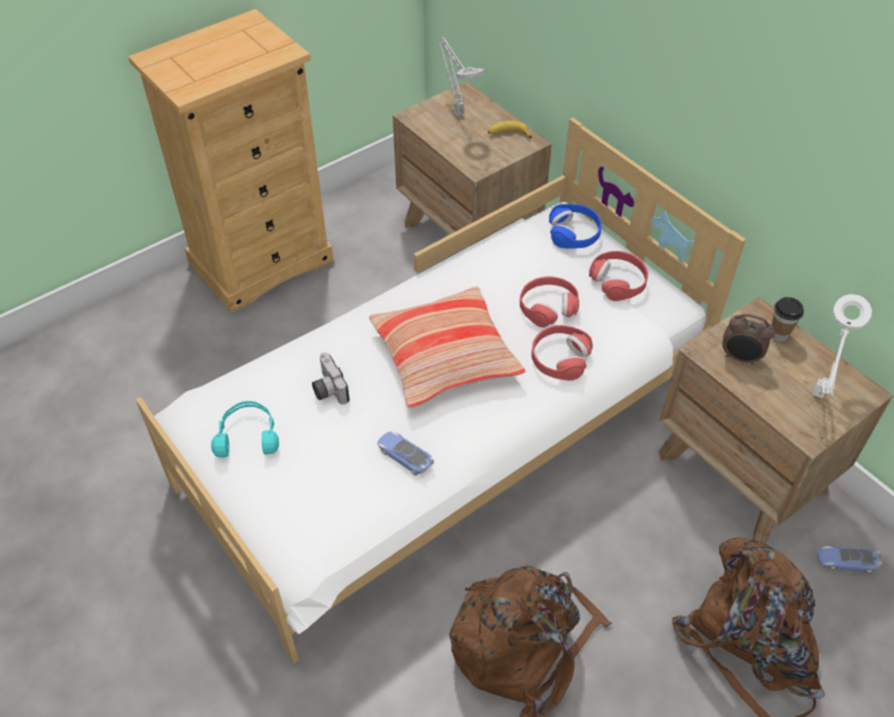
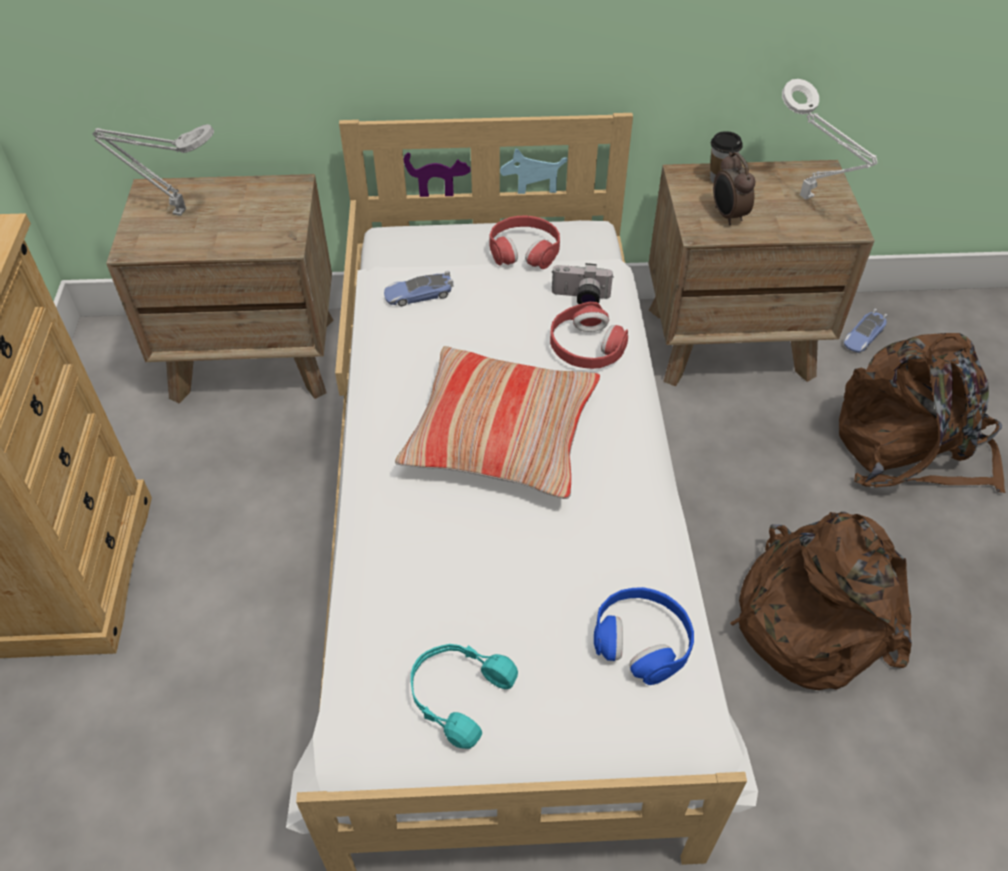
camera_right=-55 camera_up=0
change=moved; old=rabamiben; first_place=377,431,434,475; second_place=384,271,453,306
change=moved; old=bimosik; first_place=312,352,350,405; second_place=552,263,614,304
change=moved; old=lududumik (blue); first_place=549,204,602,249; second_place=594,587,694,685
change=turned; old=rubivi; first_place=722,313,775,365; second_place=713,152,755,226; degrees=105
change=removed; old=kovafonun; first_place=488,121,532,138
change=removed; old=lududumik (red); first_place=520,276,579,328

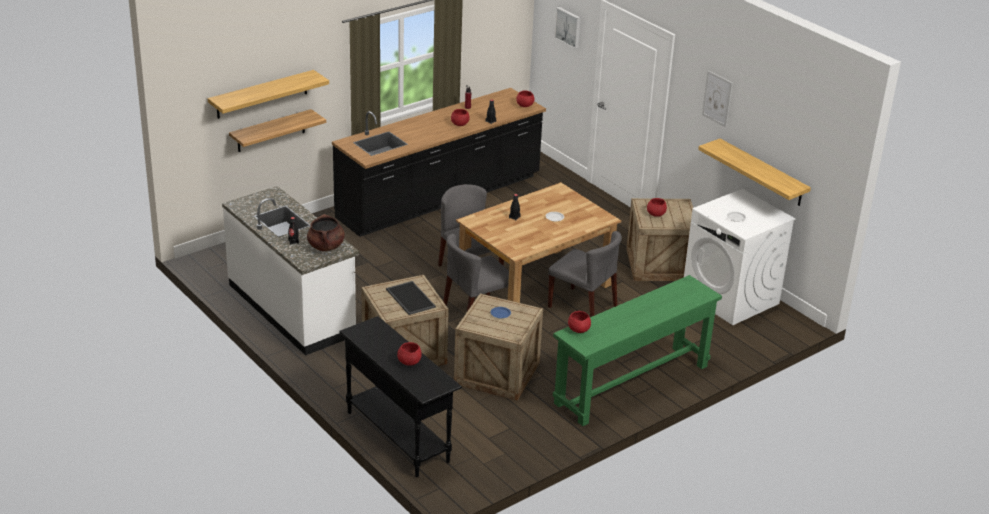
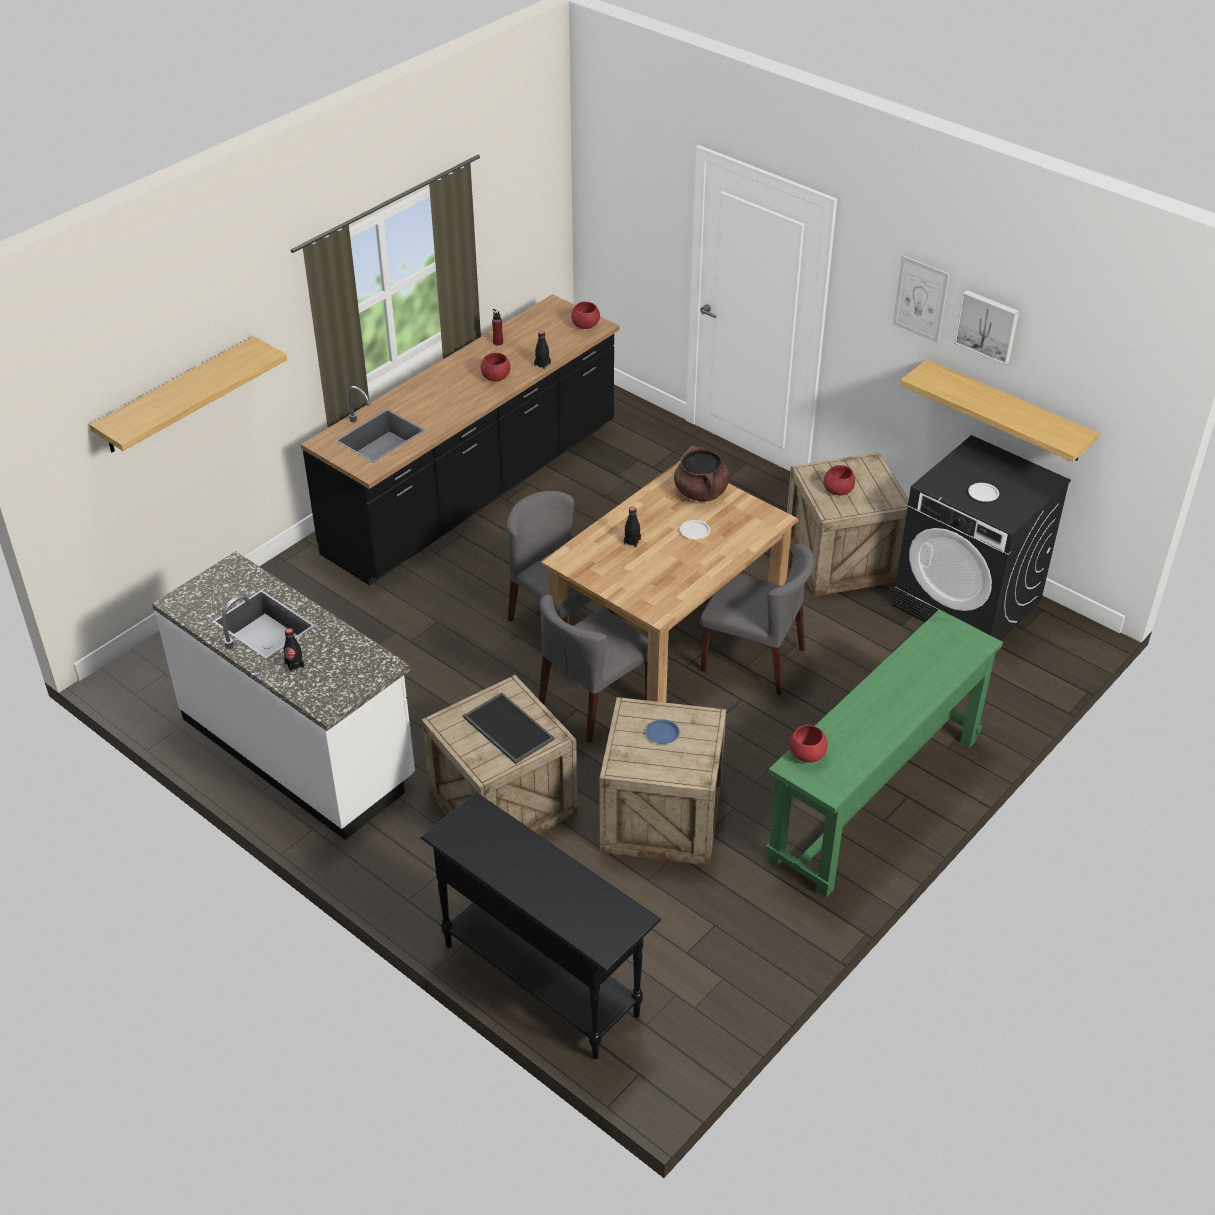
camera_right=-10 camera_up=10
change=moved; old=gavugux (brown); first_place=307,214,345,251; second_place=674,445,729,502
change=recoloured; old=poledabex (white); new=poledabex (black); first_place=684,189,796,325; second_place=892,435,1071,641
change=moved; old=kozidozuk; first_place=554,7,581,49; second_place=954,290,1019,365
change=removed; old=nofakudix; first_place=229,109,326,152
change=removed; old=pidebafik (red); first_place=397,342,422,366

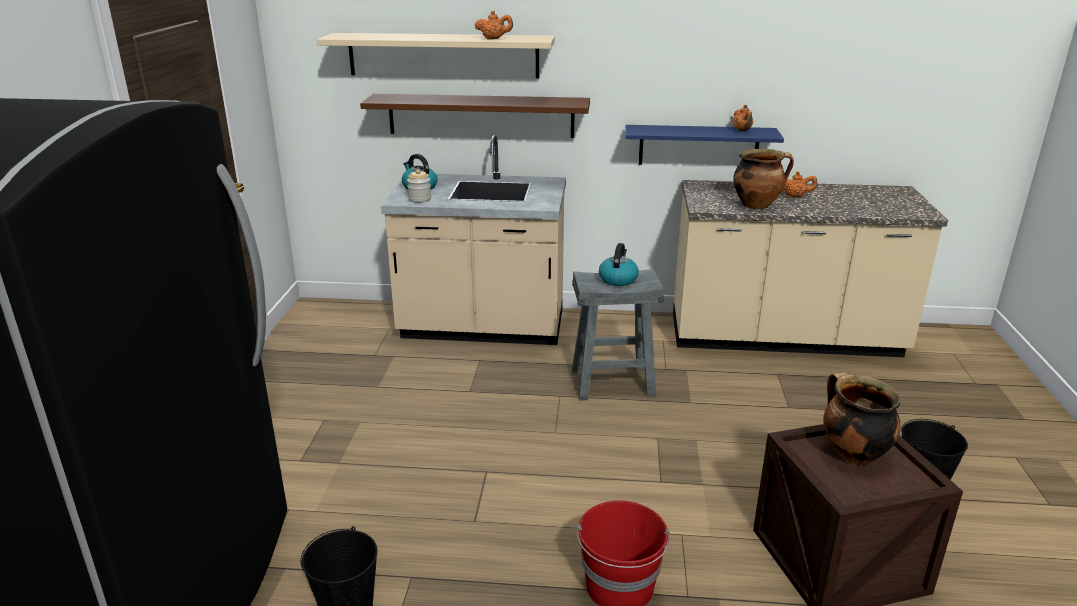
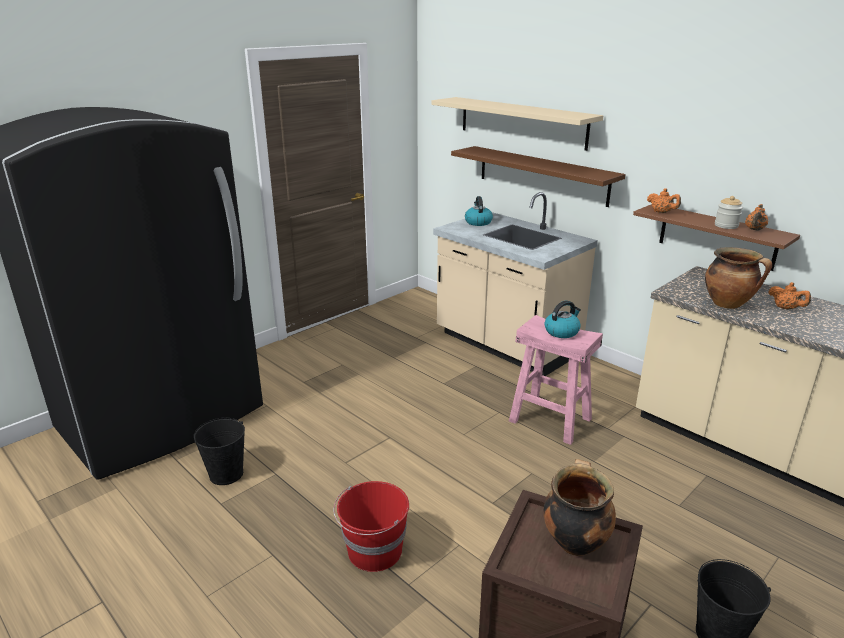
camera_right=40 camera_up=0
change=recoloured; old=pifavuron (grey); new=pifavuron (pink); first_place=572,269,664,401; second_place=509,315,603,445
change=recoloured; old=nofakudix (blue); new=nofakudix (brown); first_place=625,125,784,165; second_place=633,204,800,271
change=moved; old=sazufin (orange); first_place=475,11,513,40; second_place=647,189,681,213
change=moved; old=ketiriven; first_place=407,169,431,203; second_place=715,196,743,229

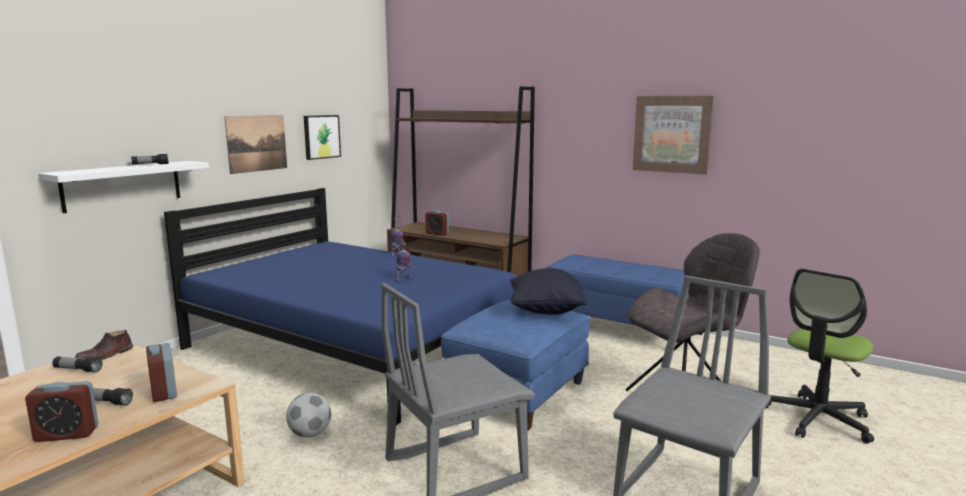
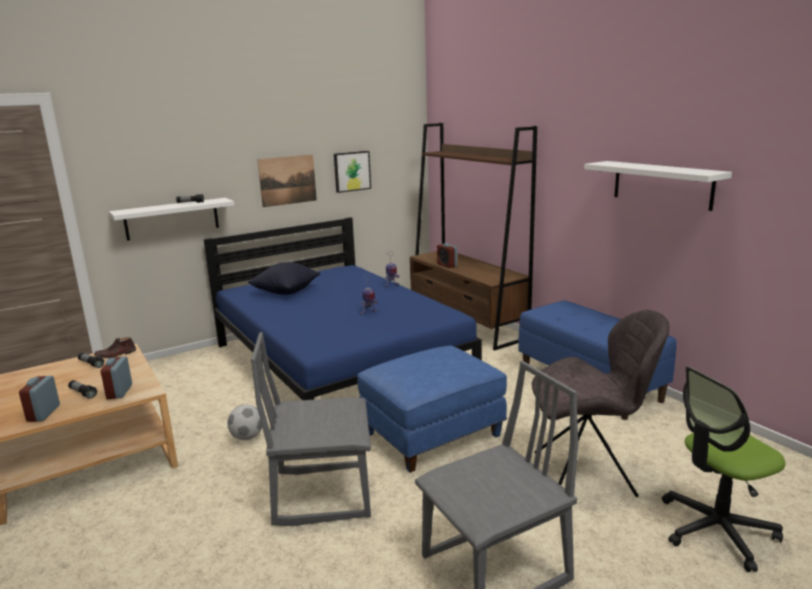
camera_right=25 camera_up=5
change=turned; old=rubivi; first_place=25,381,98,442; second_place=19,376,60,422; degrees=75
change=moved; old=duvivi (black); first_place=510,268,587,315; second_place=248,262,320,295
change=replaced; old=kozidozuk; new=nofakudix (white); first_place=633,96,715,174; second_place=584,161,732,211

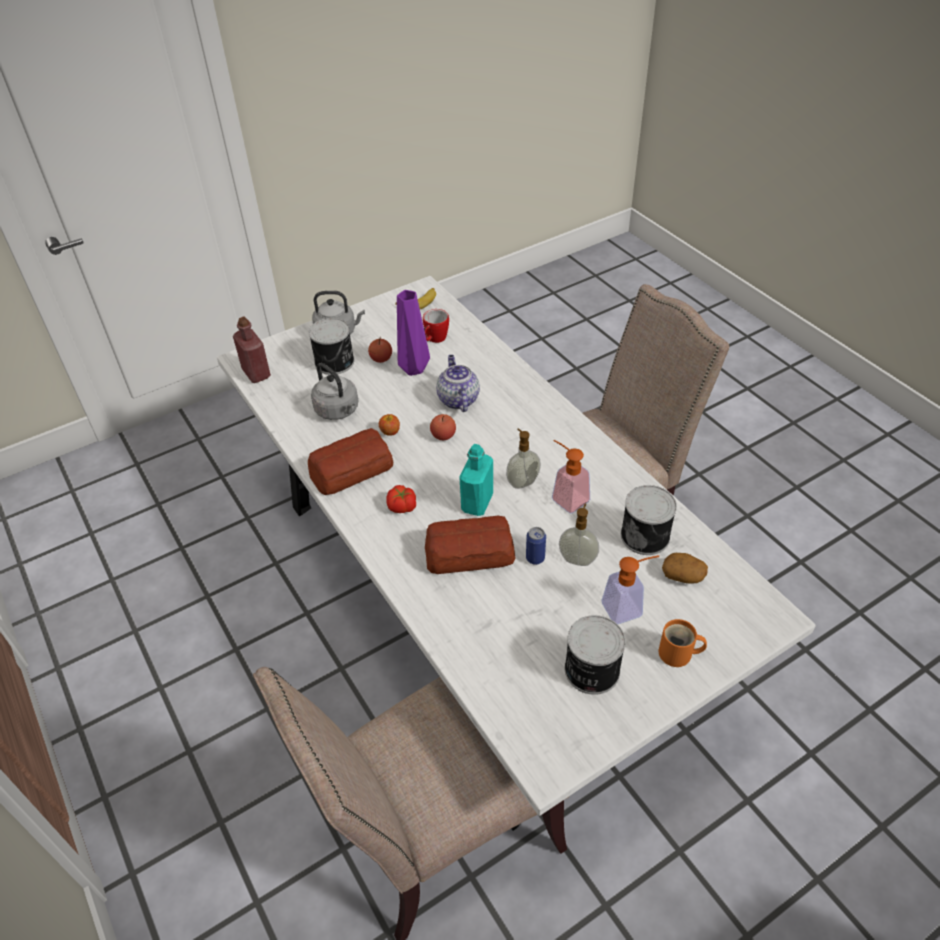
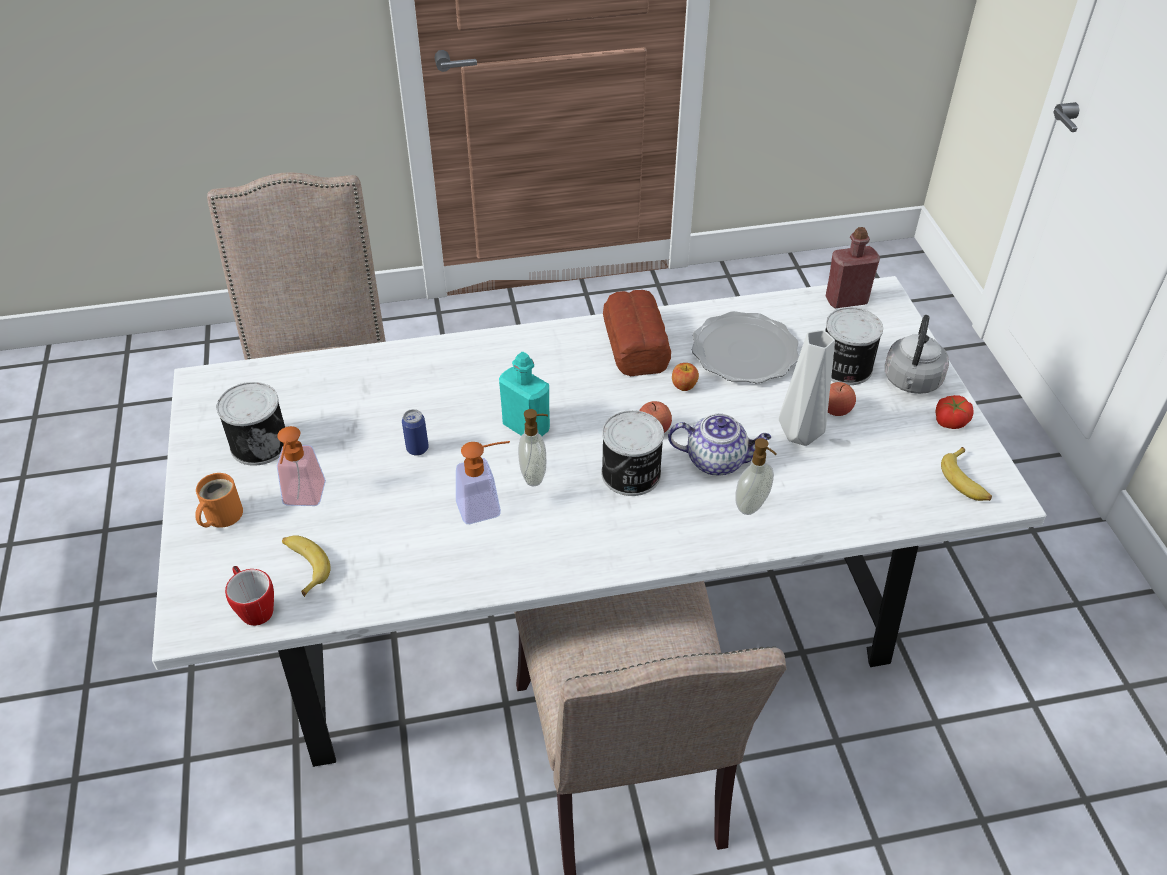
camera_right=110 camera_up=0
change=moved; old=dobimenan; first_place=423,309,449,343; second_place=225,566,274,626
change=replaced; old=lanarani; new=kovafonun; first_place=662,553,708,584; second_place=282,535,331,597
change=moved; old=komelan; first_place=621,485,677,555; second_place=602,410,664,496
change=replaced; old=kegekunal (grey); new=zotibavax; first_place=311,363,358,420; second_place=692,311,799,383
change=moved; old=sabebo; first_place=559,504,599,566; second_place=735,438,777,515
change=recoloured; old=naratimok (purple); new=naratimok (grey); first_place=397,290,430,376; second_place=779,330,835,446
change=moved; old=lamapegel; first_place=386,485,416,513; second_place=935,395,974,429
change=removed; old=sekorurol; first_place=425,516,516,574

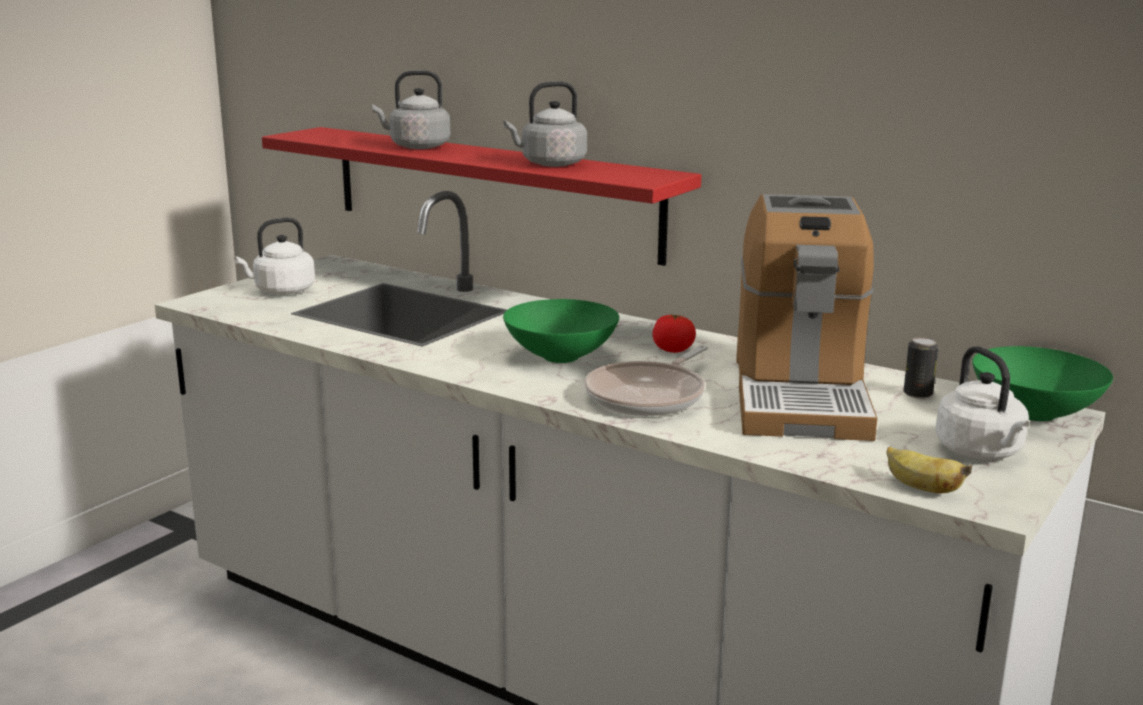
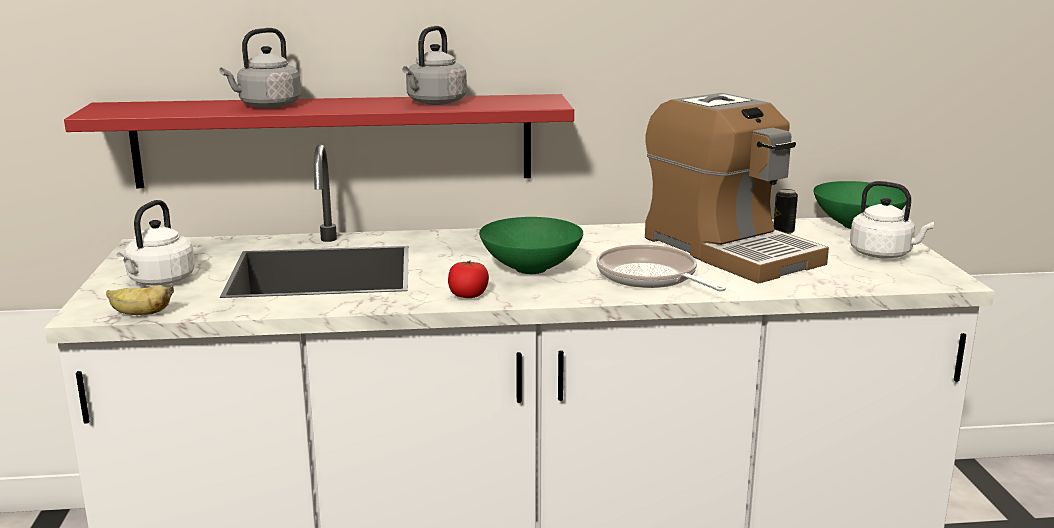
camera_right=-40 camera_up=0
change=moved; old=kovafonun; first_place=886,447,972,493; second_place=106,286,174,315
change=moved; old=lamapegel; first_place=652,314,696,353; second_place=448,260,489,298
change=turned; old=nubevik; first_place=584,345,708,416; second_place=596,245,726,291; degrees=150

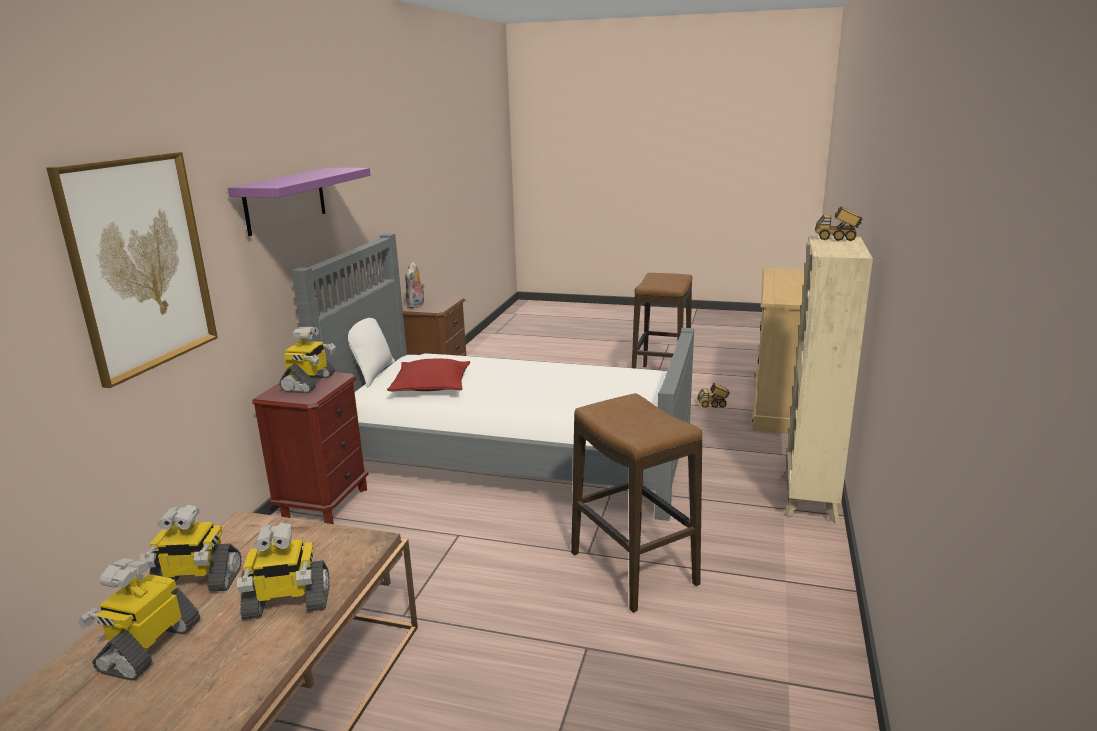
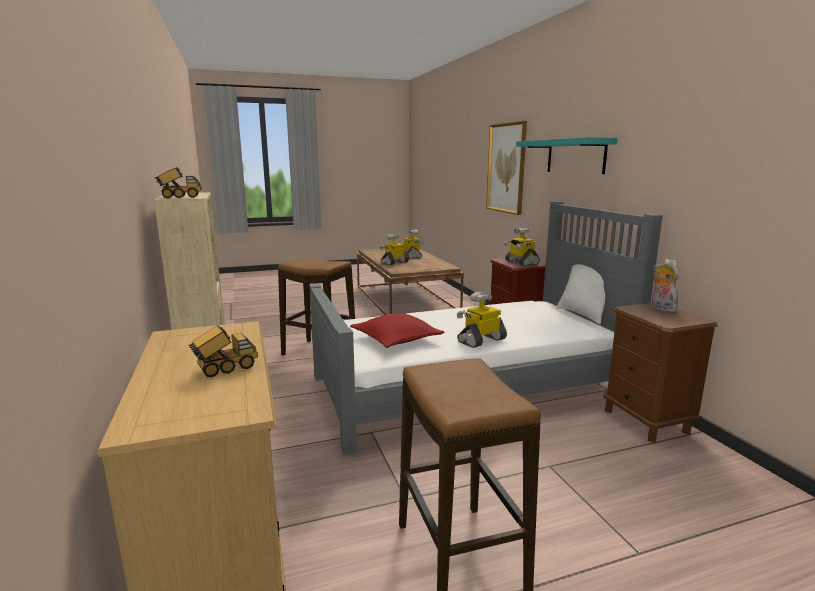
camera_right=145 camera_up=-5
change=moved; old=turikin; first_place=697,383,730,408; second_place=188,325,258,377
change=moved; old=duvivi (red); first_place=387,359,470,391; second_place=350,313,444,348
change=moved; old=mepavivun; first_place=140,505,242,591; second_place=457,292,507,348
change=recoloured; old=nofakudix (purple); new=nofakudix (turquoise); first_place=228,168,371,236; second_place=516,137,618,174

